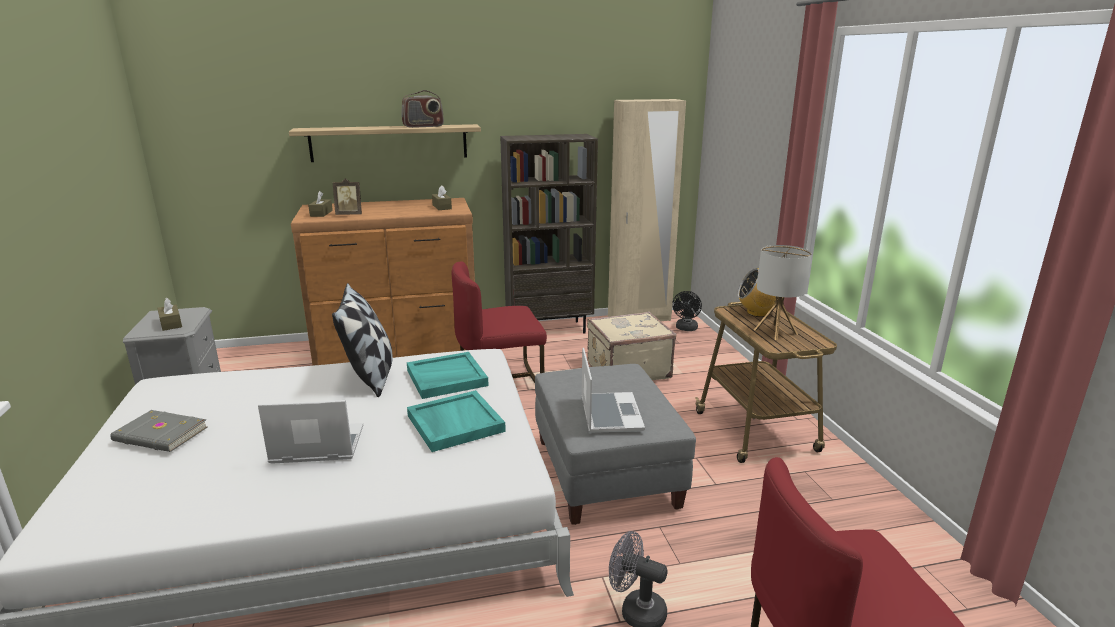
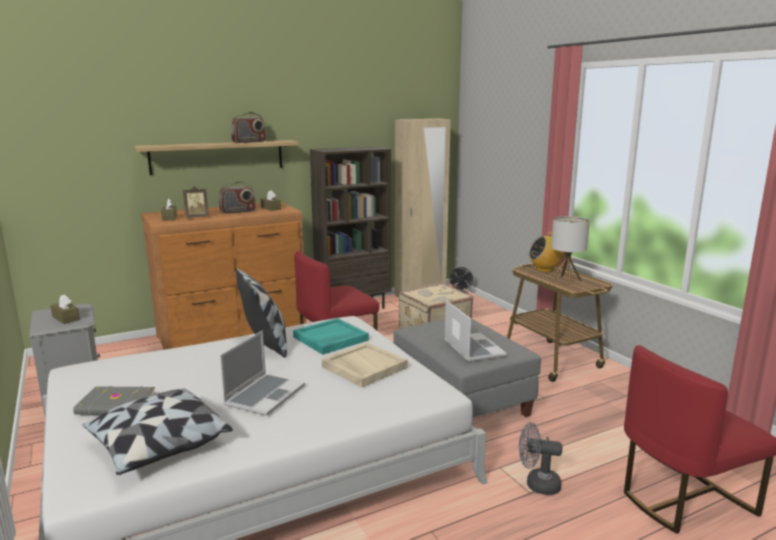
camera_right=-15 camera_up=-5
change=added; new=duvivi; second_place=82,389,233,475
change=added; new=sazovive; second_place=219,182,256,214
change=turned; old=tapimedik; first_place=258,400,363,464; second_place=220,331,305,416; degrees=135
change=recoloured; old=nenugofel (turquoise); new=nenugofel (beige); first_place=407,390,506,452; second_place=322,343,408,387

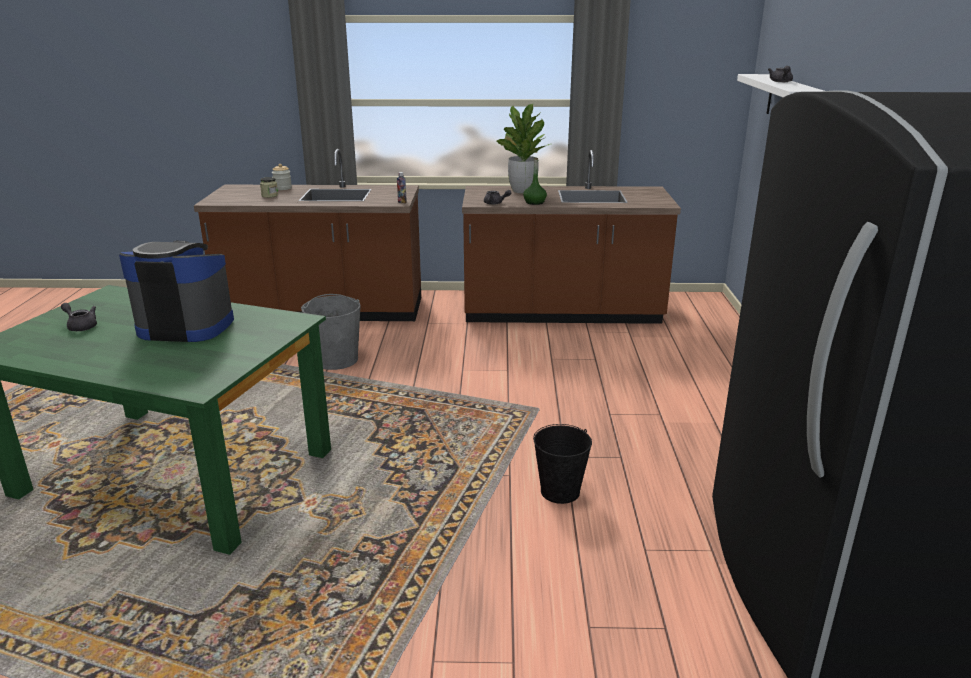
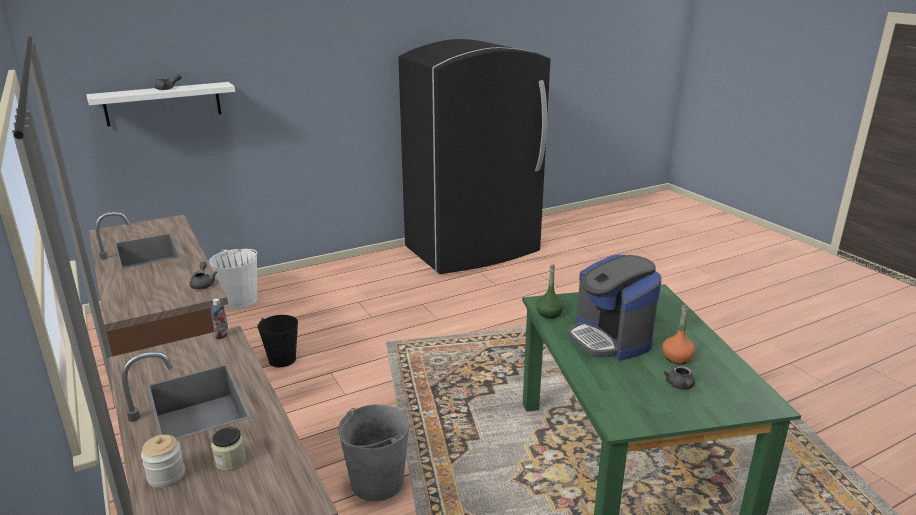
camera_right=-120 camera_up=0
change=added; new=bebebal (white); second_place=209,249,257,309
change=moved; old=bebebal (black); first_place=533,424,592,504; second_place=257,315,298,367
change=moved; old=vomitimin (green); first_place=523,158,547,205; second_place=536,264,564,319
change=added; new=vomitimin (orange); second_place=662,305,695,364
change=removed; old=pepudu; first_place=497,104,550,193

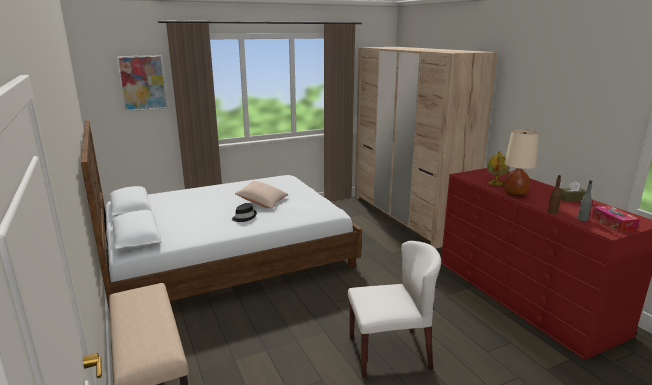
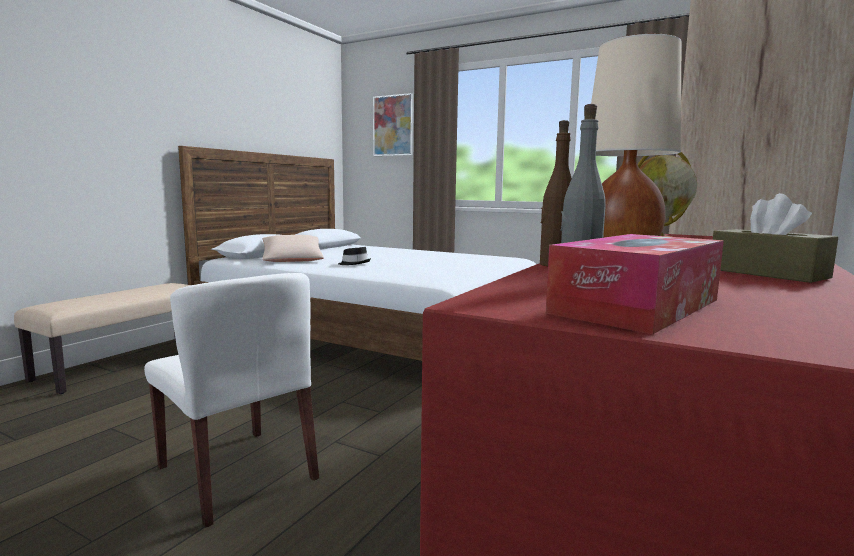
camera_right=55 camera_up=-10
change=moved; old=duvivi (beige); first_place=235,181,288,209; second_place=262,235,324,262

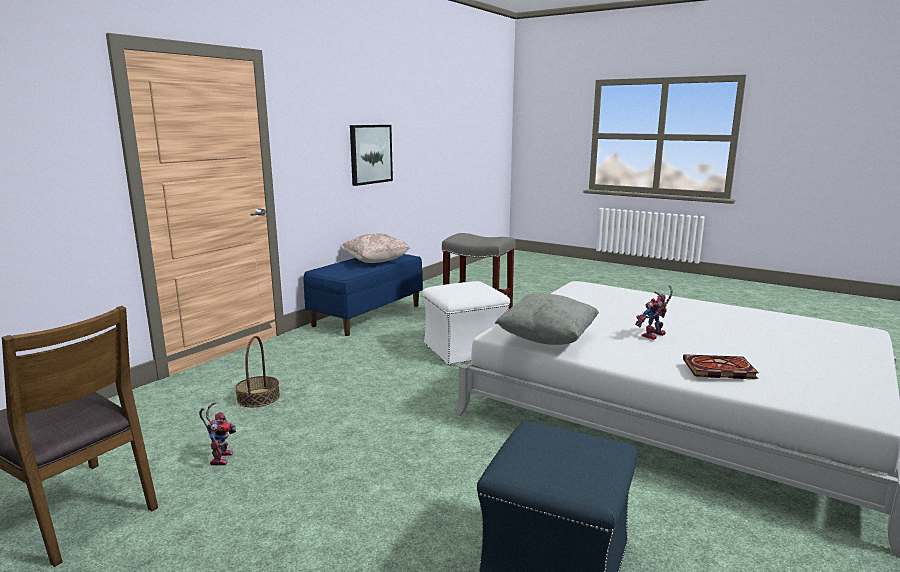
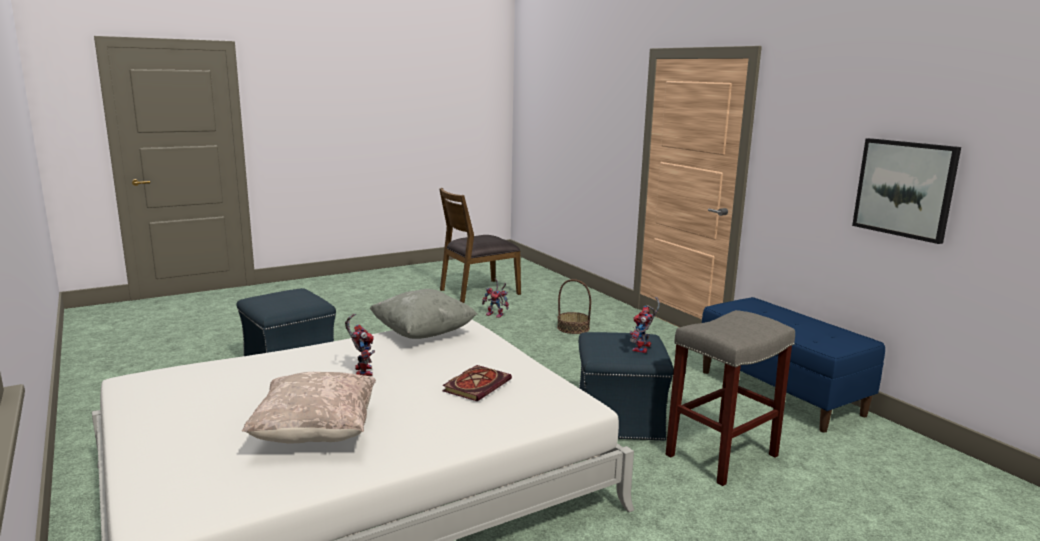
camera_right=115 camera_up=0
change=moved; old=duvivi (beige); first_place=343,233,410,263; second_place=242,372,376,444
change=moved; old=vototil; first_place=683,354,759,379; second_place=442,365,512,402
change=recoloured; old=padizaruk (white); new=padizaruk (blue); first_place=422,281,510,366; second_place=579,332,674,441
change=added; new=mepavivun; second_place=630,297,660,353

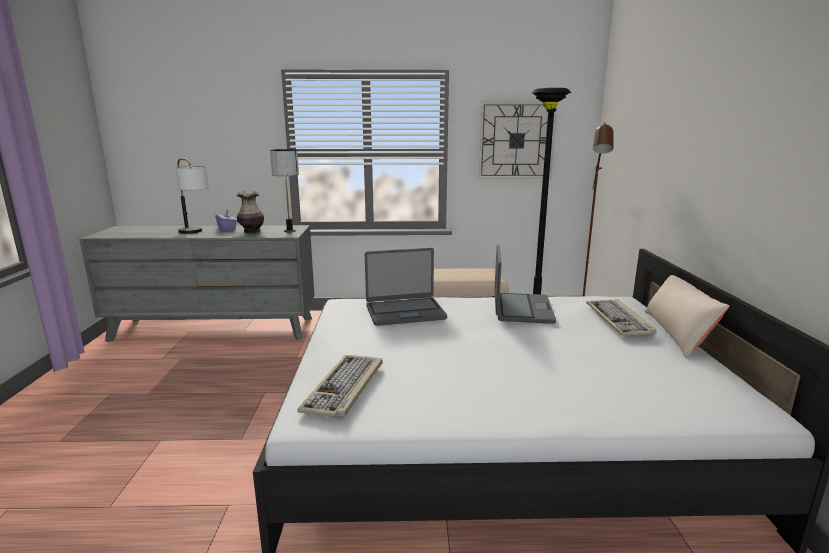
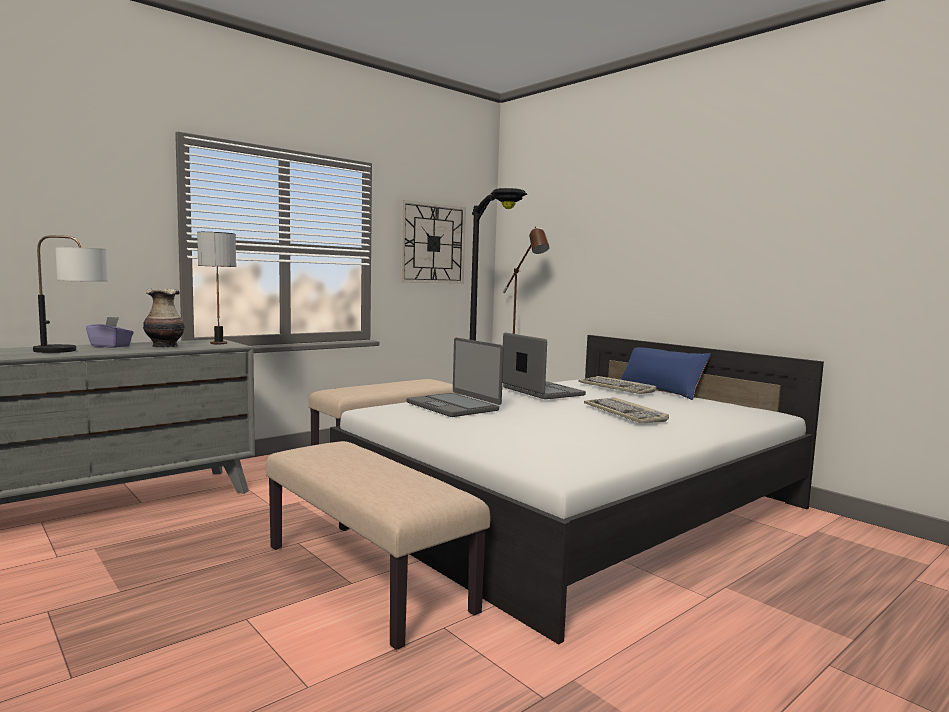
camera_right=-40 camera_up=-10
change=added; new=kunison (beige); second_place=266,441,490,650
change=turned; old=tapimedik; first_place=365,248,447,326; second_place=407,338,504,417; degrees=105
change=moved; old=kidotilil; first_place=297,355,383,418; second_place=584,397,669,423
change=recoloured; old=duvivi (beige); new=duvivi (blue); first_place=644,275,730,358; second_place=620,347,711,400

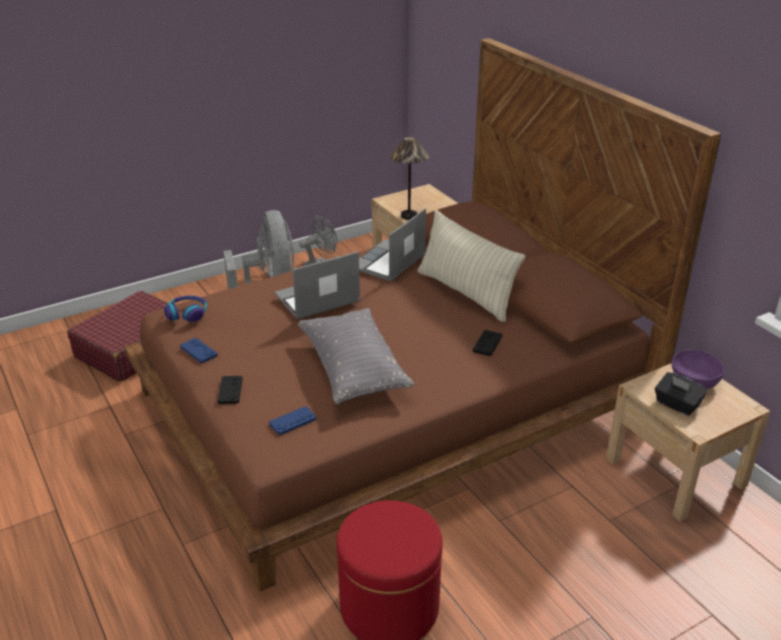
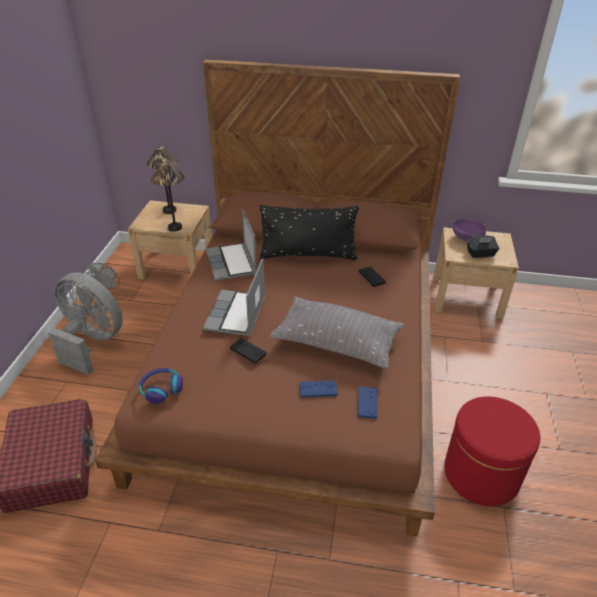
camera_right=-50 camera_up=5
change=added; new=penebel; second_place=146,146,179,214
change=moved; old=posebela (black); first_place=217,376,243,404; second_place=230,338,266,363
change=recoloured; old=duvivi (beige); new=duvivi (black); first_place=418,210,526,322; second_place=259,205,359,260
change=moved; old=posebela (blue); first_place=180,338,218,363; second_place=300,381,338,397

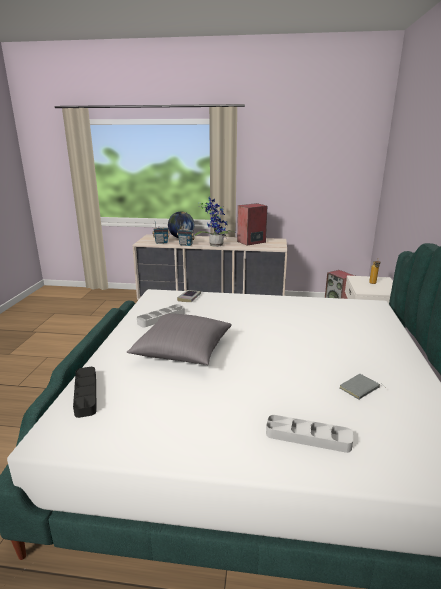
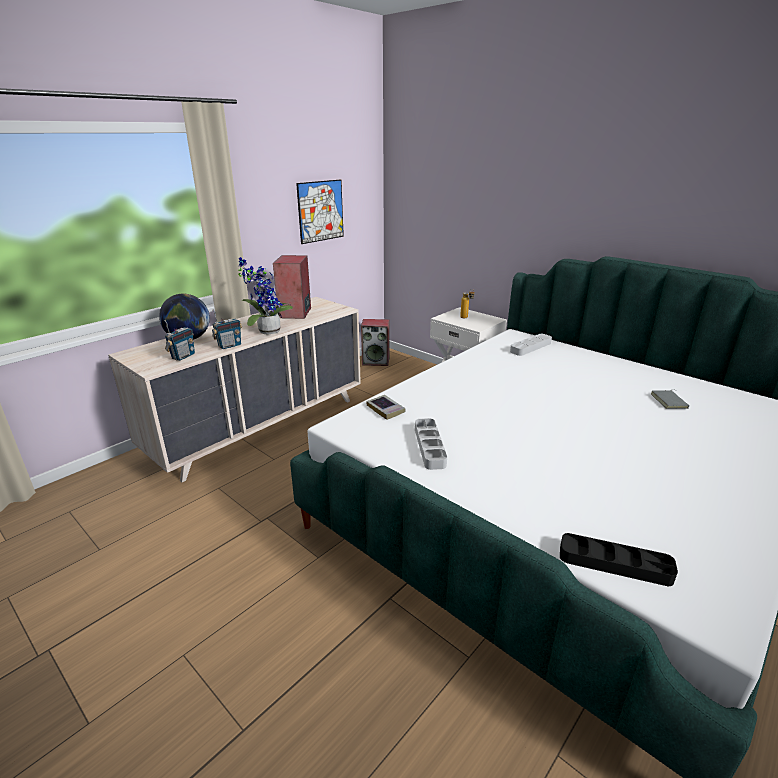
camera_right=-55 camera_up=5
change=added; new=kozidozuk; second_place=296,179,344,244
change=moved; old=nenugofel (grey); first_place=266,415,353,453; second_place=510,334,552,356
change=removed; old=duvivi (grey); first_place=127,313,232,365

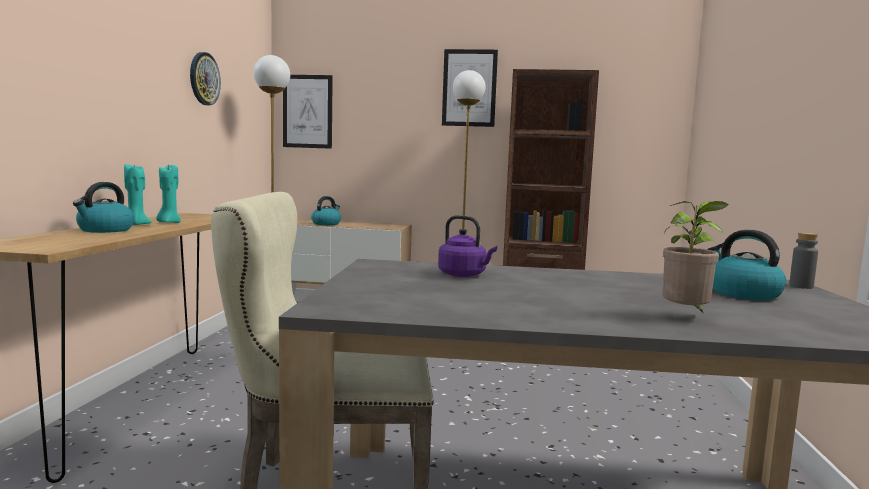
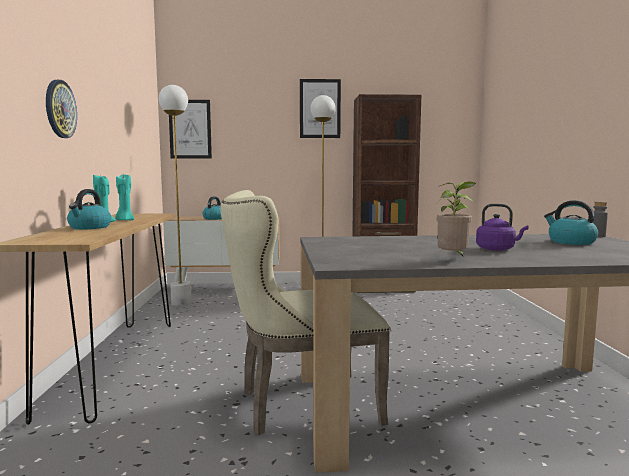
camera_right=-10 camera_up=0
change=moved; old=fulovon; first_place=190,52,221,105; second_place=46,80,77,138
change=moved; old=pepudu; first_place=662,201,729,314; second_place=436,182,476,256
change=moved; old=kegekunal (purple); first_place=438,215,497,277; second_place=476,204,529,251

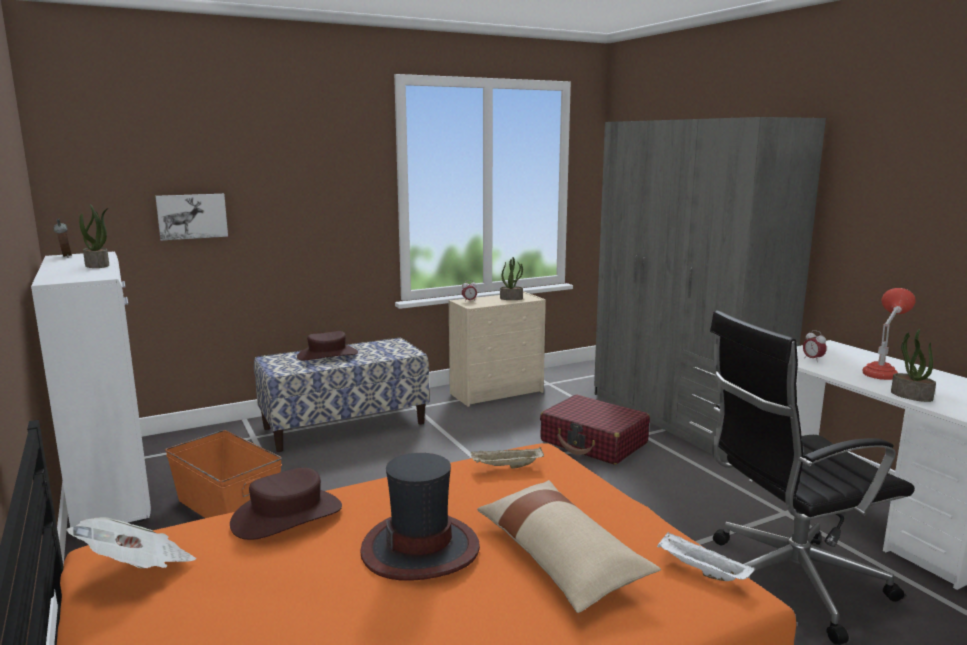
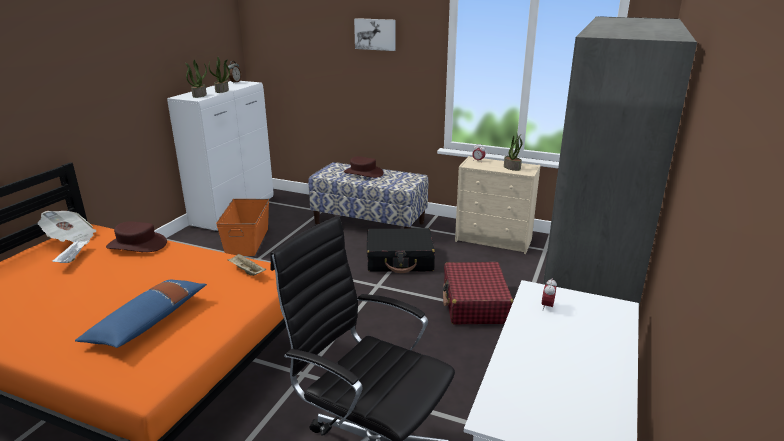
camera_right=50 camera_up=10
change=moved; old=nenugofel (white); first_place=657,532,755,581; second_place=52,240,90,263
change=recoloured; old=duvivi (beige); new=duvivi (blue); first_place=477,480,661,613; second_place=75,280,207,348
change=moved; old=pepudu; first_place=891,329,936,402; second_place=185,60,207,98
change=moved; old=kozidozuk; first_place=155,194,228,241; second_place=354,18,396,51
change=added; new=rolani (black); second_place=367,228,435,273
change=removed; old=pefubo; first_place=360,453,480,581
change=removed; old=penebel (red); first_place=862,288,916,380

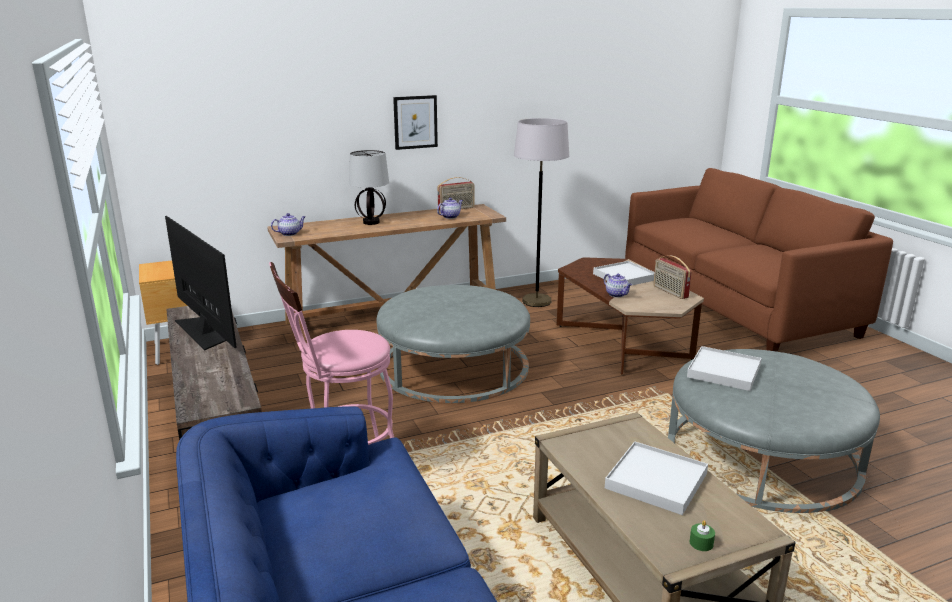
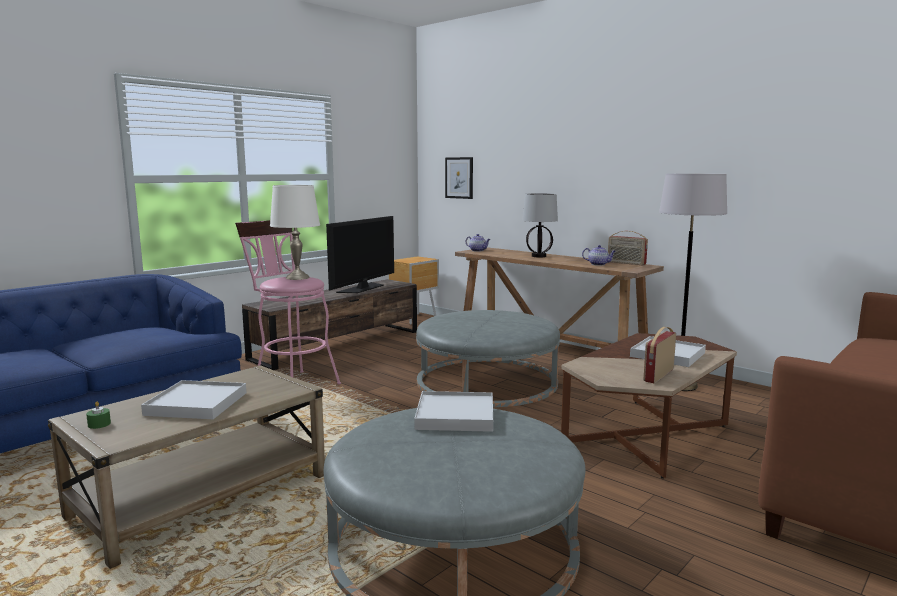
camera_right=65 camera_up=-10
change=added; new=penebel (white); second_place=270,185,320,280
change=moved; old=kozidozuk; first_place=393,95,438,150; second_place=445,157,473,199
change=removed; old=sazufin; first_place=604,274,632,297

